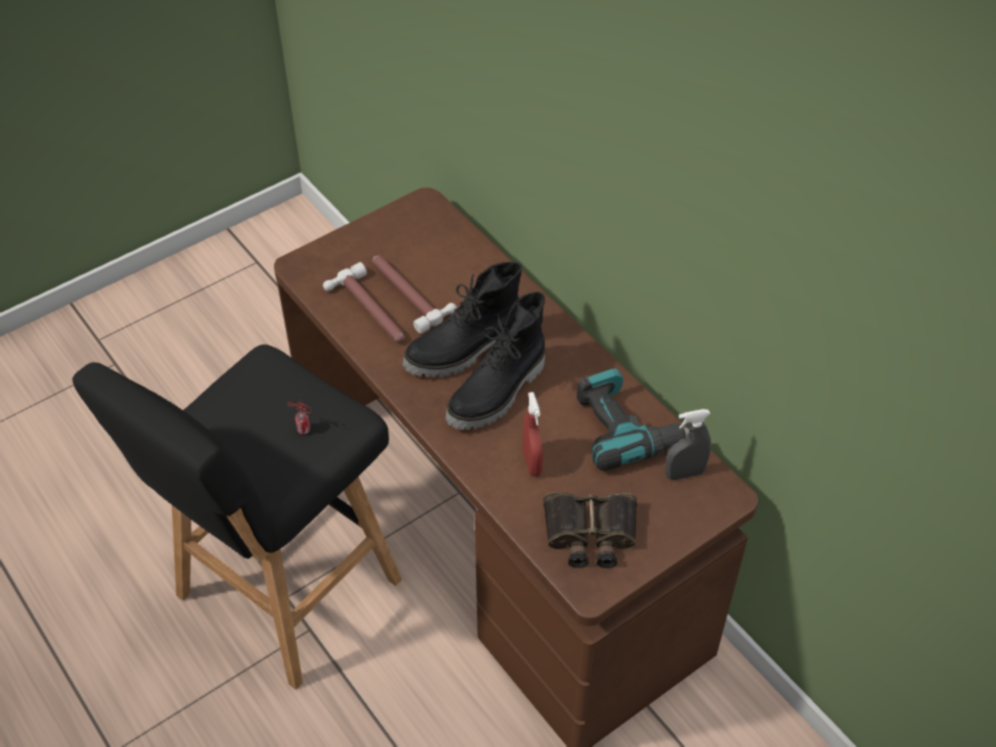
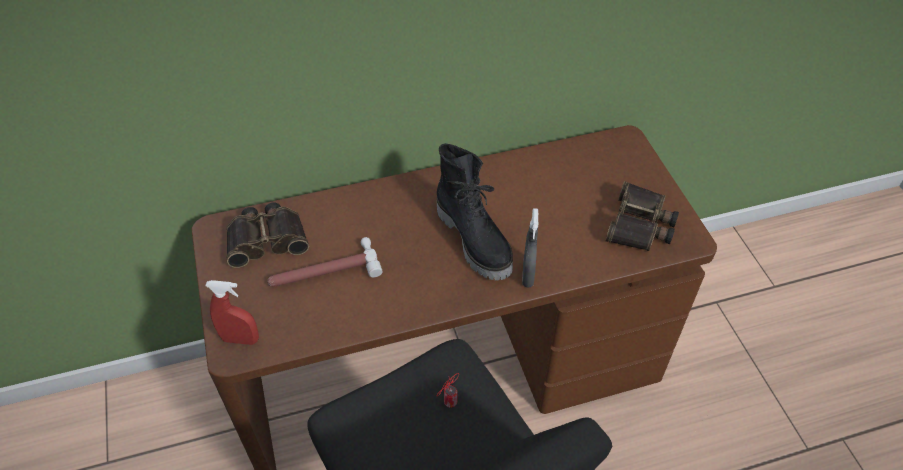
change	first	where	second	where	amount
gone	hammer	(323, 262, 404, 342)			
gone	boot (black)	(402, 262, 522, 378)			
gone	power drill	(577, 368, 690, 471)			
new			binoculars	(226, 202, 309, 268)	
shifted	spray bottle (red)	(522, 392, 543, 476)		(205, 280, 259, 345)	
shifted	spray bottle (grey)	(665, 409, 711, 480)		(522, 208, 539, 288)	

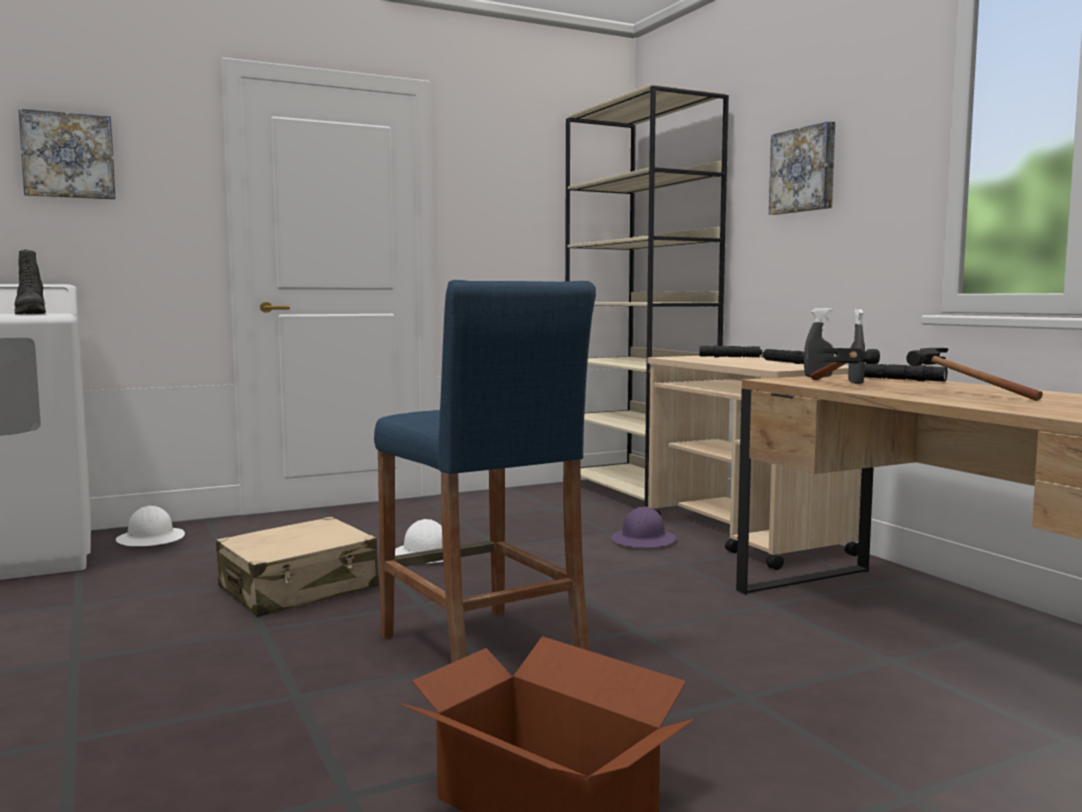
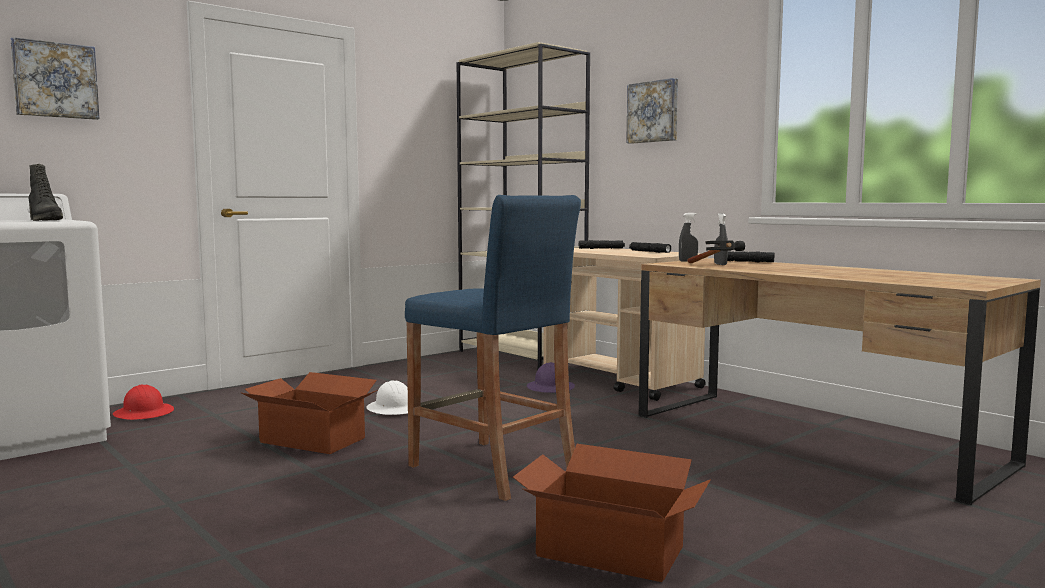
change	first	where	second	where	amount
gone	hammer	(906, 348, 1043, 401)			
swapped	suitcase (beige)	(216, 517, 379, 617)	cardboard box	(241, 372, 377, 454)	
repainted	hard hat (white)	(116, 506, 185, 546)	hard hat (red)	(113, 385, 174, 420)	

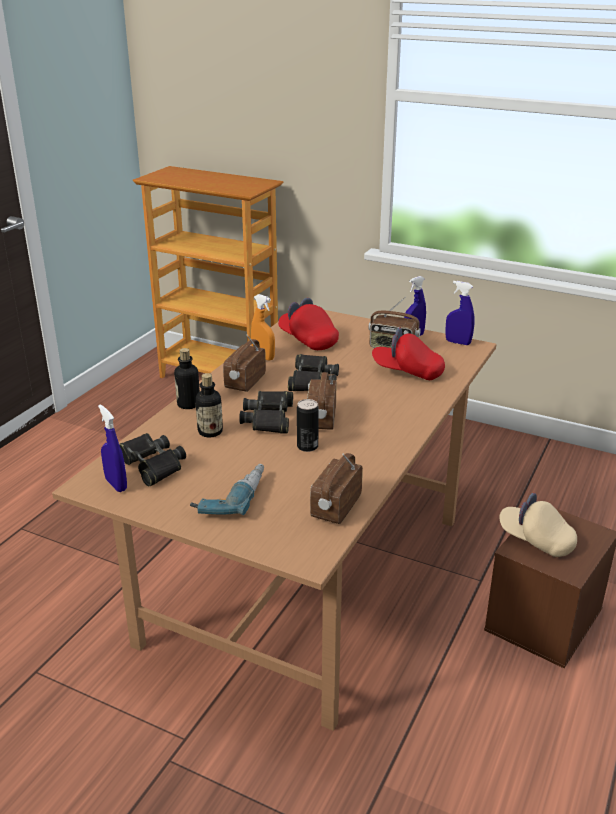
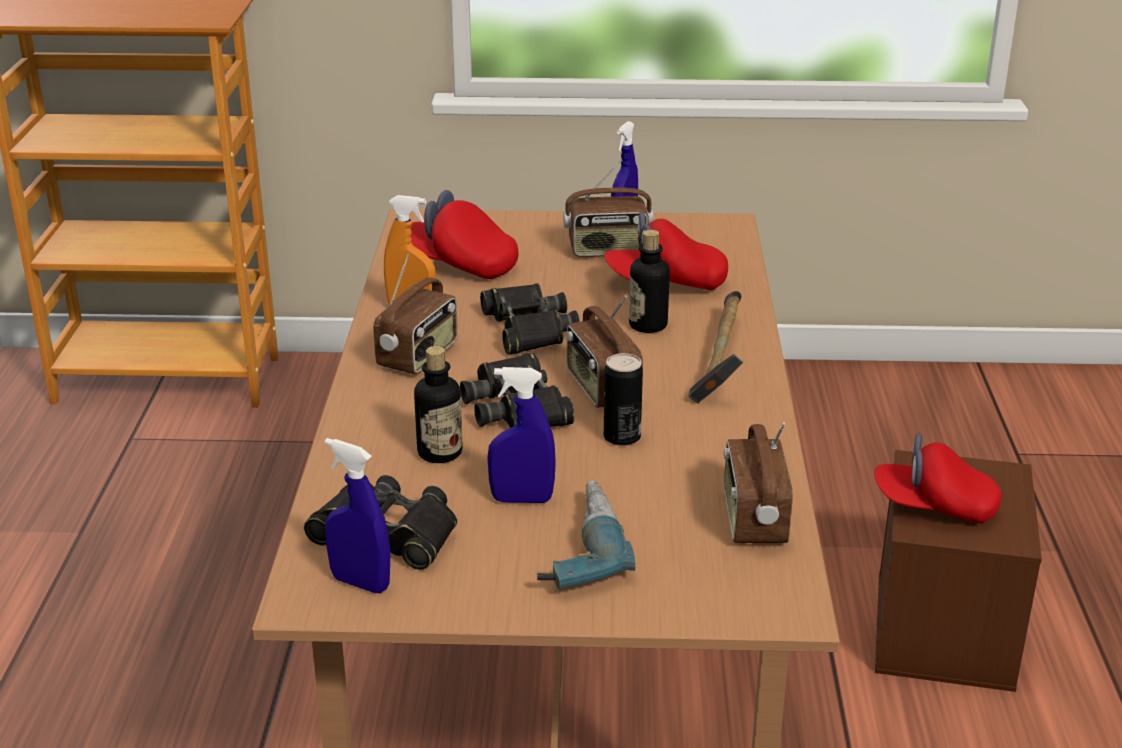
change	first	where	second	where	amount
new			hammer	(688, 291, 743, 403)	
shifted	bottle	(174, 348, 200, 409)		(629, 230, 670, 333)	
shifted	spray bottle (blue)	(445, 281, 475, 345)		(487, 367, 556, 503)	
repainted	cap (beige)	(499, 493, 577, 557)	cap (red)	(874, 433, 1002, 523)	
rotated	radio	(223, 335, 266, 392)		(373, 253, 458, 374)	150 degrees counterclockwise

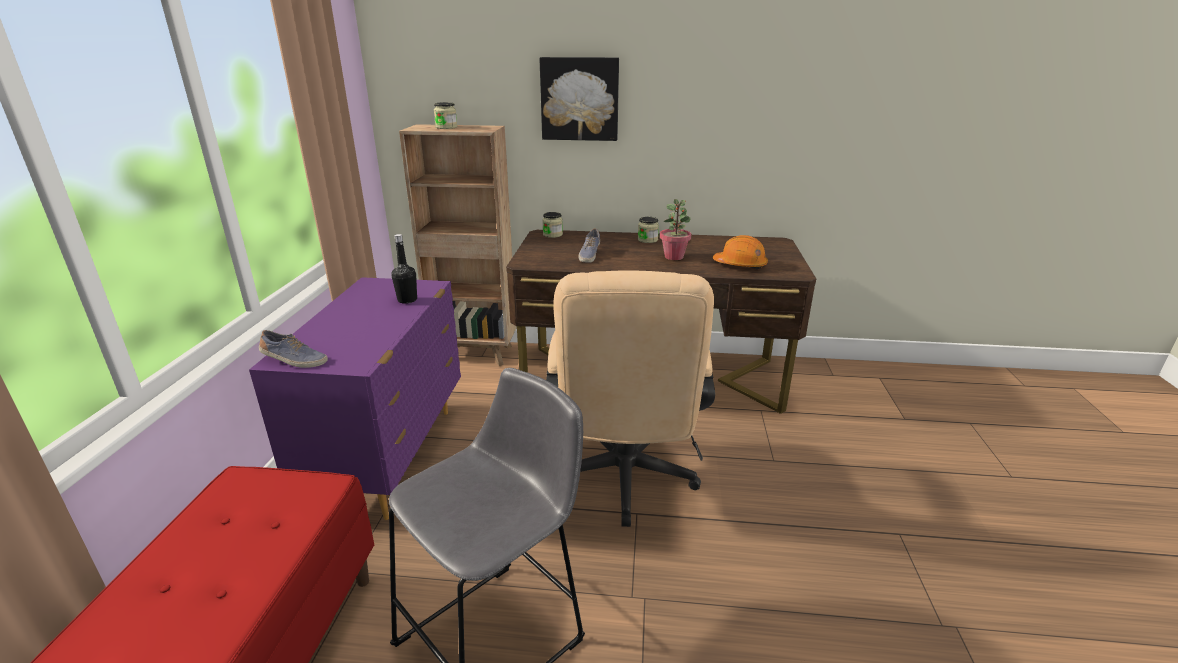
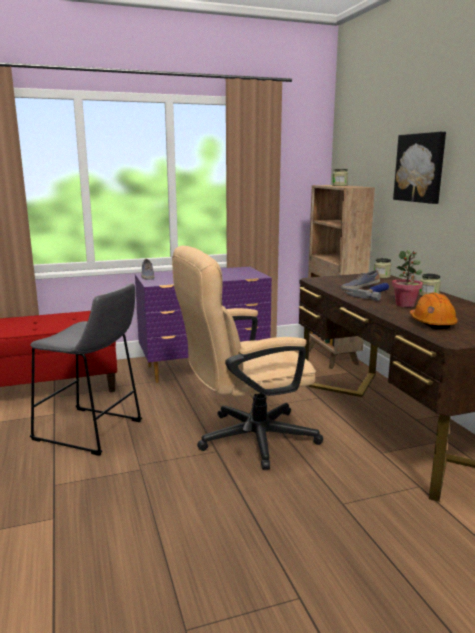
change	first	where	second	where	amount
gone	bottle (black)	(392, 234, 417, 304)			
new			hammer	(344, 283, 389, 301)	

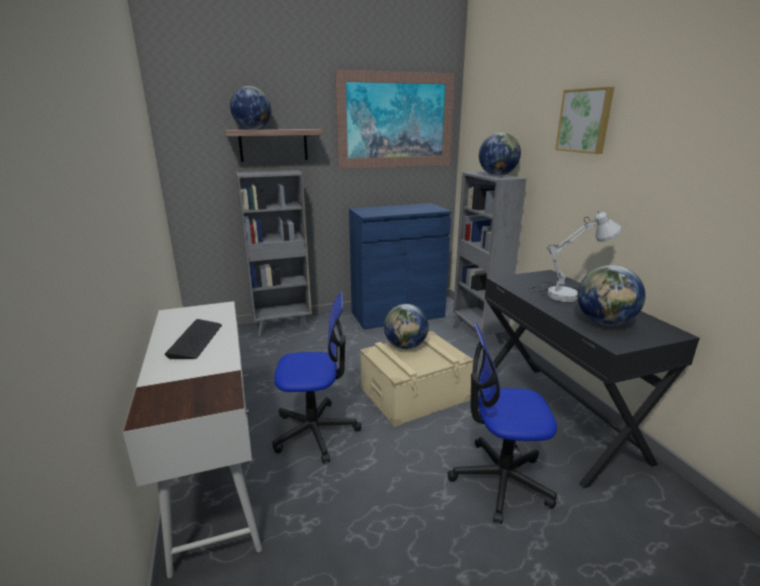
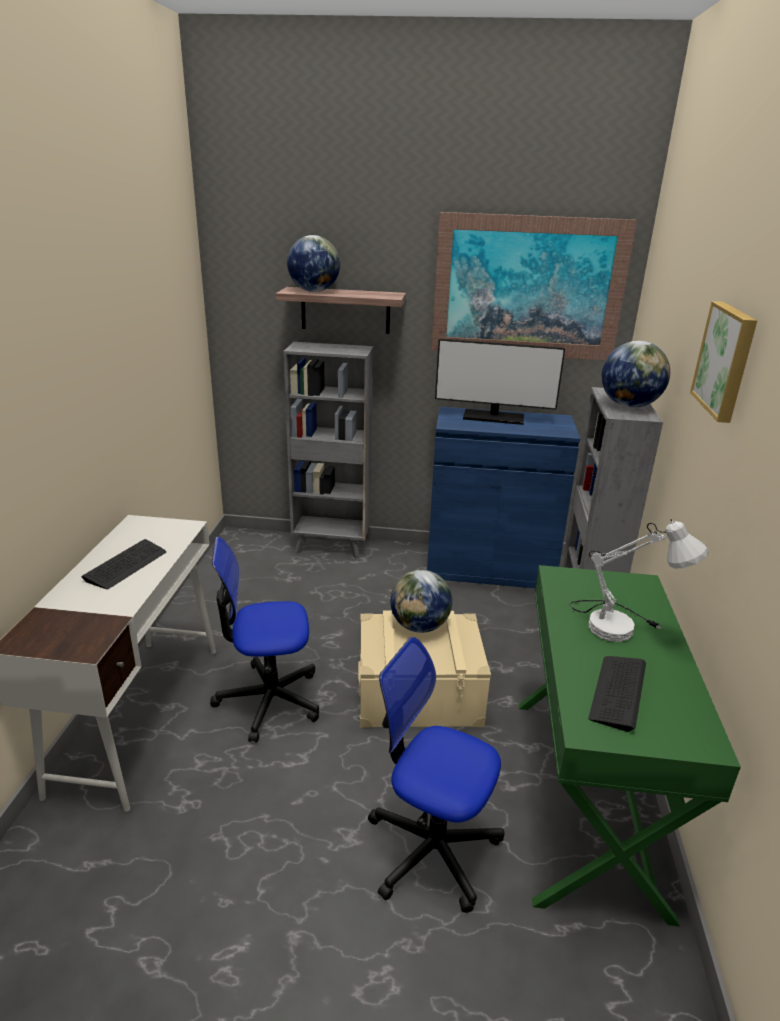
change	first	where	second	where	amount
new			monitor	(435, 339, 565, 425)	
swapped	globe	(577, 265, 645, 326)	keyboard	(588, 656, 646, 732)	
repainted	desk (black)	(485, 270, 700, 488)	desk (green)	(519, 565, 741, 927)	
rotated	office chair	(272, 292, 361, 464)		(210, 537, 319, 743)	150 degrees clockwise

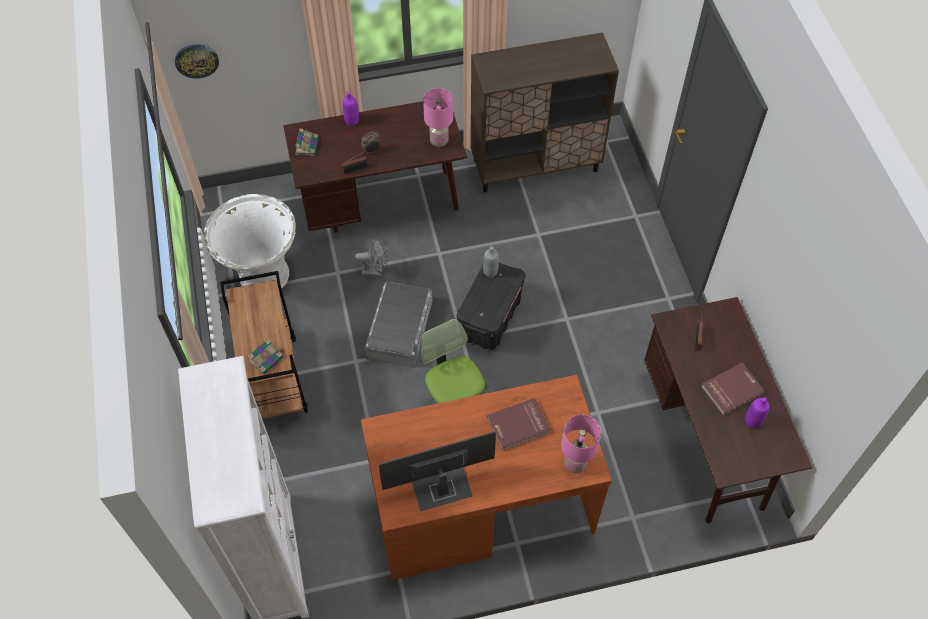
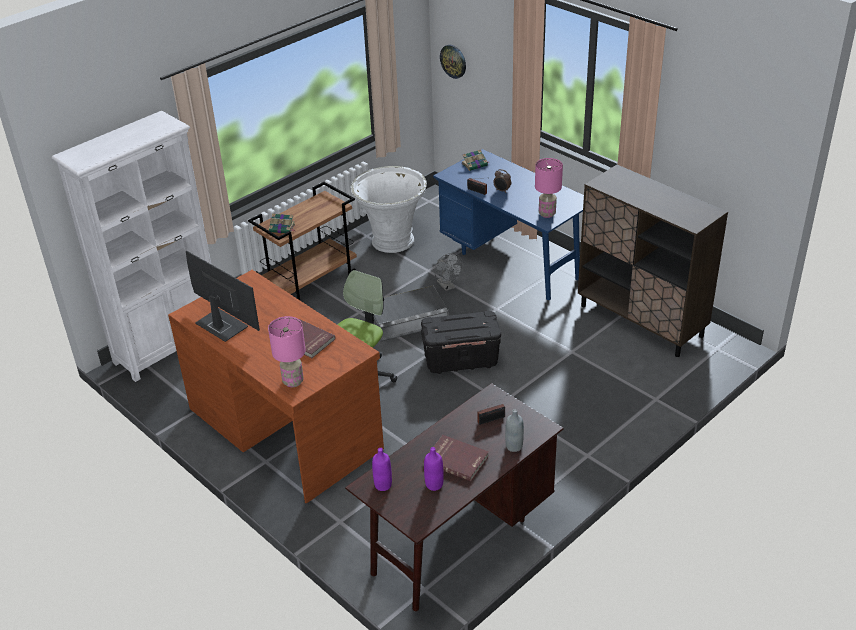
change	first	where	second	where	amount
shifted	bottle (purple)	(342, 92, 359, 126)		(372, 448, 392, 491)	
shifted	bottle (grey)	(483, 247, 499, 277)		(505, 409, 524, 452)	
repainted	desk (brown)	(283, 101, 467, 233)	desk (blue)	(433, 149, 584, 300)	

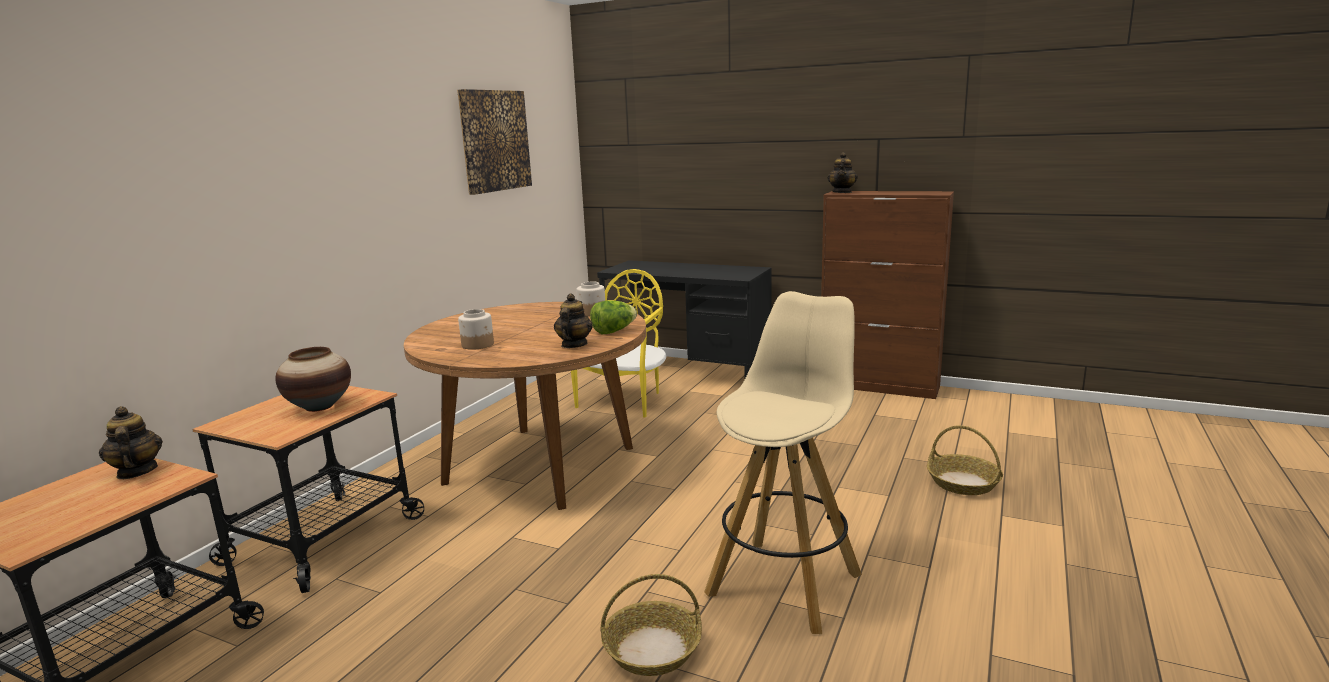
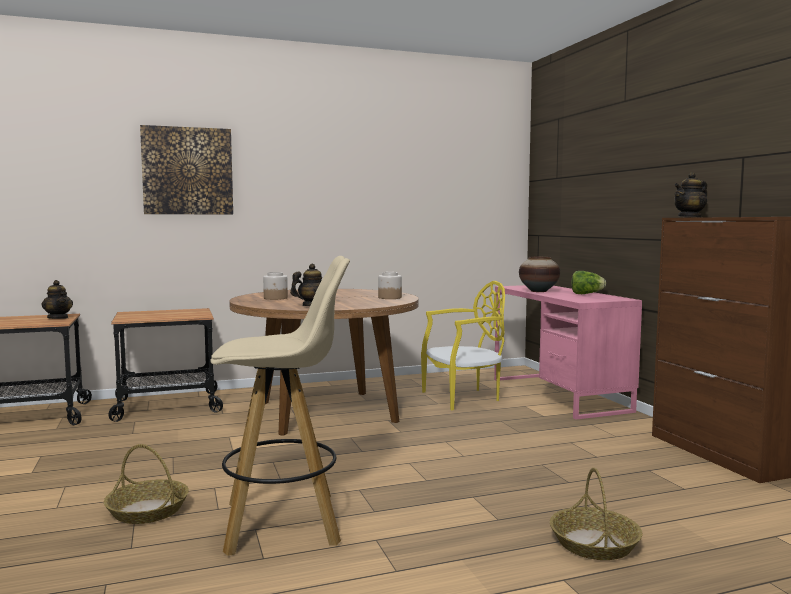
change	first	where	second	where	amount
shifted	vase	(275, 347, 351, 412)		(519, 257, 560, 292)	
shifted	picture	(457, 89, 532, 195)		(140, 125, 233, 215)	
shifted	lettuce	(590, 300, 637, 334)		(571, 271, 606, 294)	
repainted	desk (black)	(597, 260, 772, 378)	desk (pink)	(494, 285, 642, 420)	
rotated	teapot	(99, 406, 163, 479)		(41, 280, 73, 319)	120 degrees clockwise

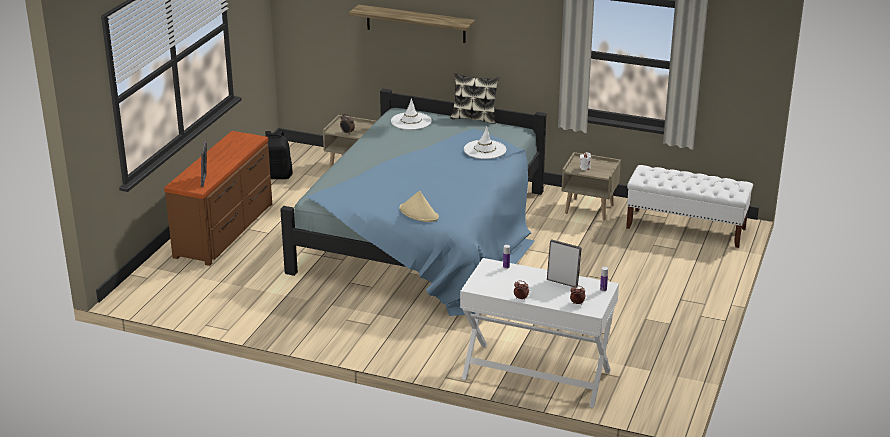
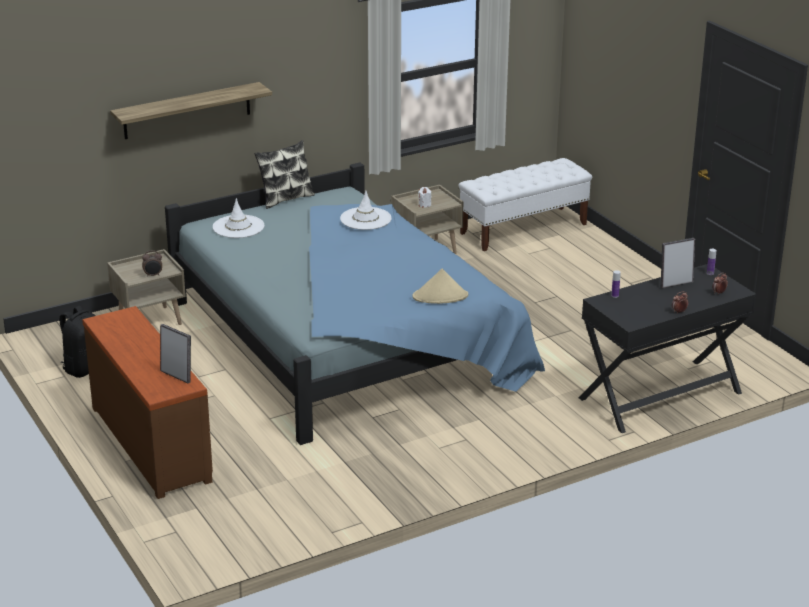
change	first	where	second	where	amount
repainted	desk (white)	(460, 258, 619, 408)	desk (black)	(579, 264, 756, 433)	

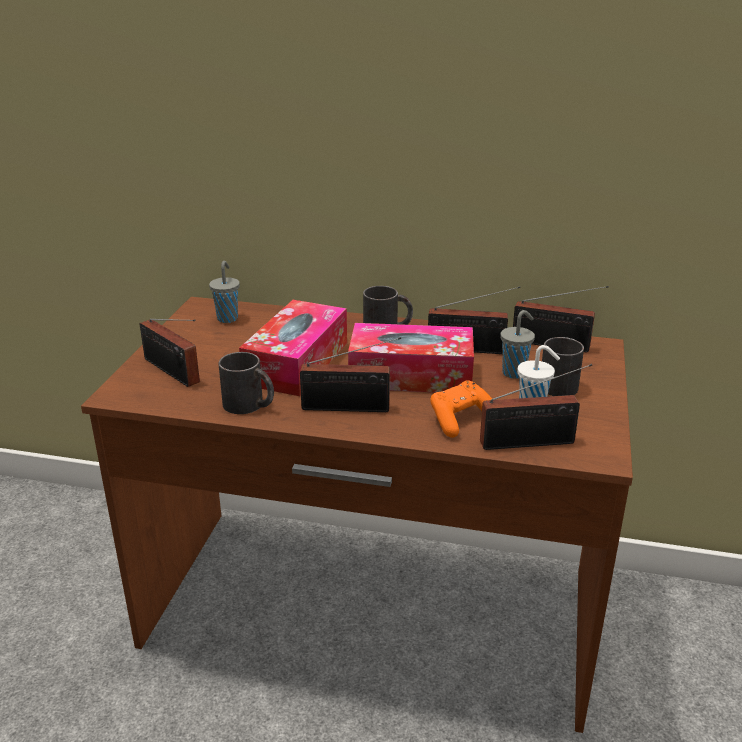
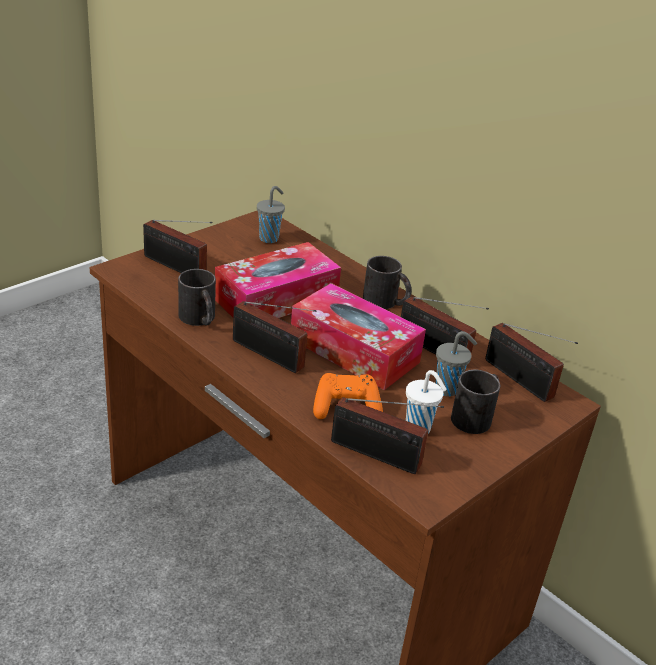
change	first	where	second	where	amount
rotated	radio	(140, 319, 200, 387)		(143, 220, 213, 273)	45 degrees counterclockwise

